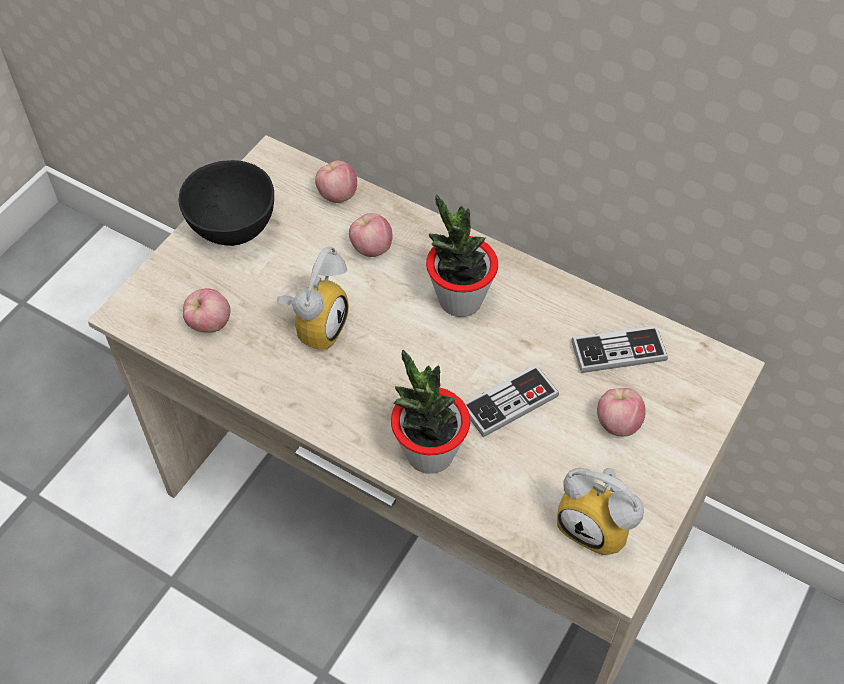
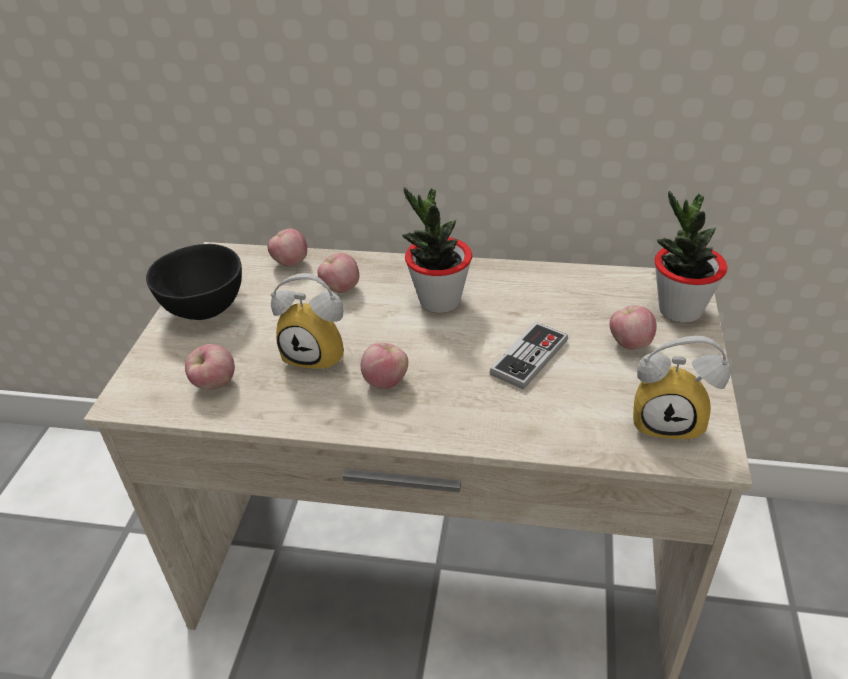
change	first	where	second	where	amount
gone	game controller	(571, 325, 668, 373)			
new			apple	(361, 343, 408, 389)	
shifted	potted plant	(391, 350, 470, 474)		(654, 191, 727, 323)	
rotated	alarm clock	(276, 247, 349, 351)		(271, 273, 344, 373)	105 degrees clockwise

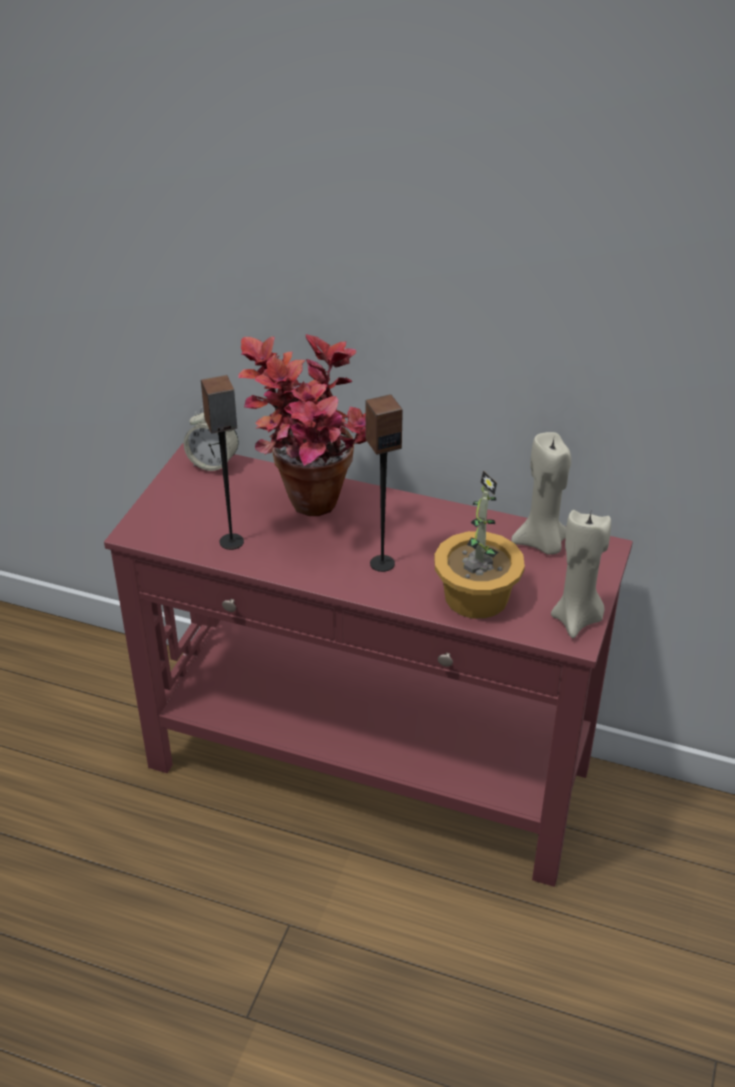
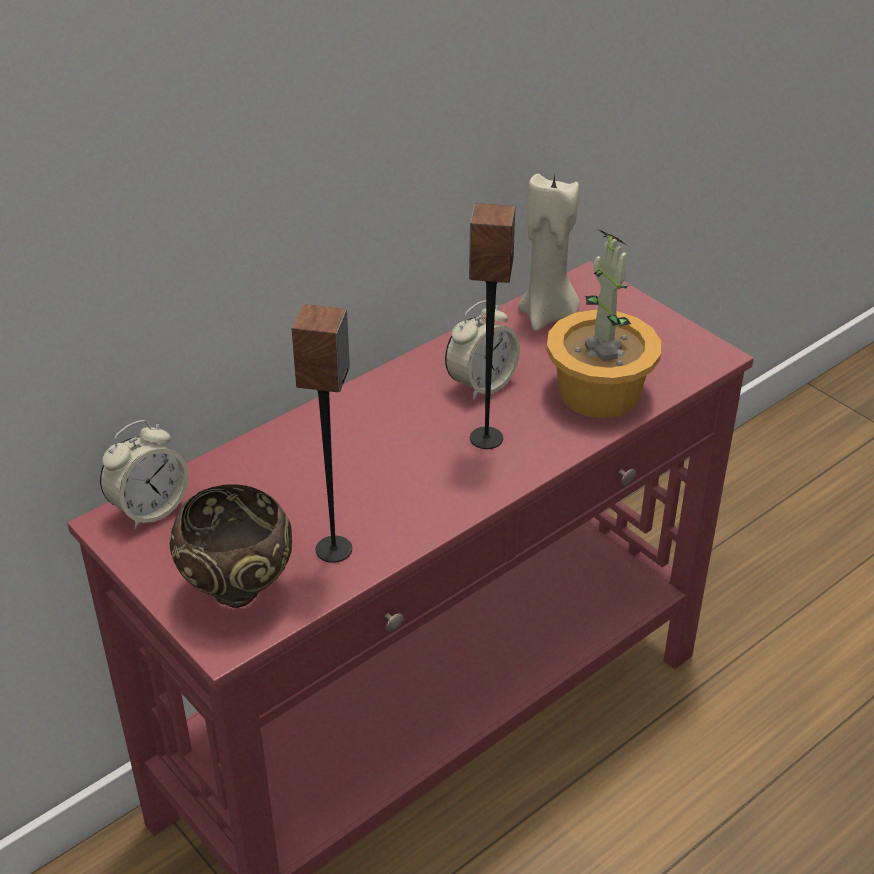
change	first	where	second	where	amount
gone	potted plant	(238, 334, 366, 516)			
gone	candle (beige)	(551, 510, 611, 638)			
new			bowl (brown)	(169, 484, 292, 608)	
new			alarm clock	(445, 300, 520, 400)	

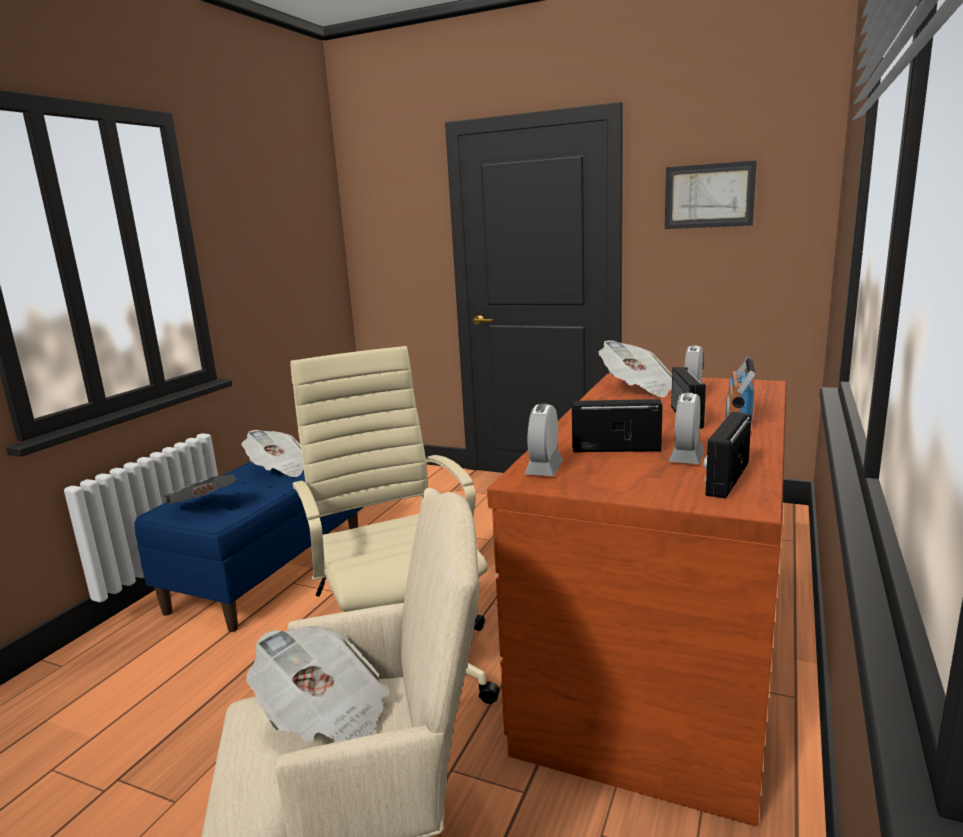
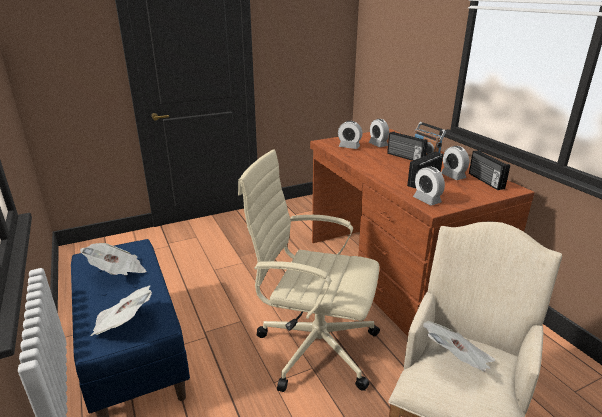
change	first	where	second	where	amount
gone	picture	(665, 161, 757, 229)			
swapped	newspaper	(599, 340, 672, 397)	alarm clock	(338, 121, 362, 149)	

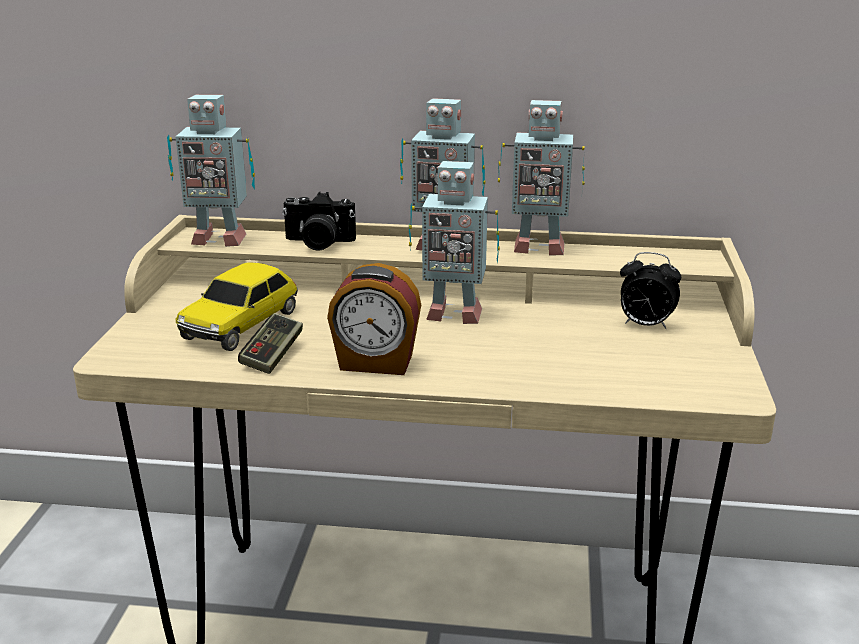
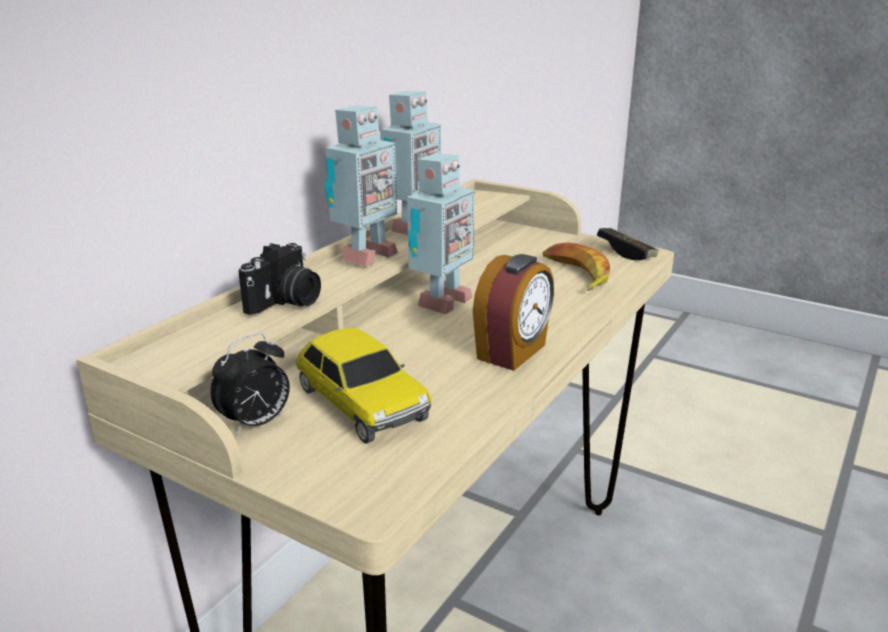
change	first	where	second	where	amount
gone	toy robot	(167, 95, 255, 247)			
new			banana	(543, 242, 610, 291)	
shifted	game controller	(238, 313, 303, 374)		(597, 228, 659, 260)	
shifted	alarm clock	(620, 252, 681, 329)		(210, 333, 290, 435)	

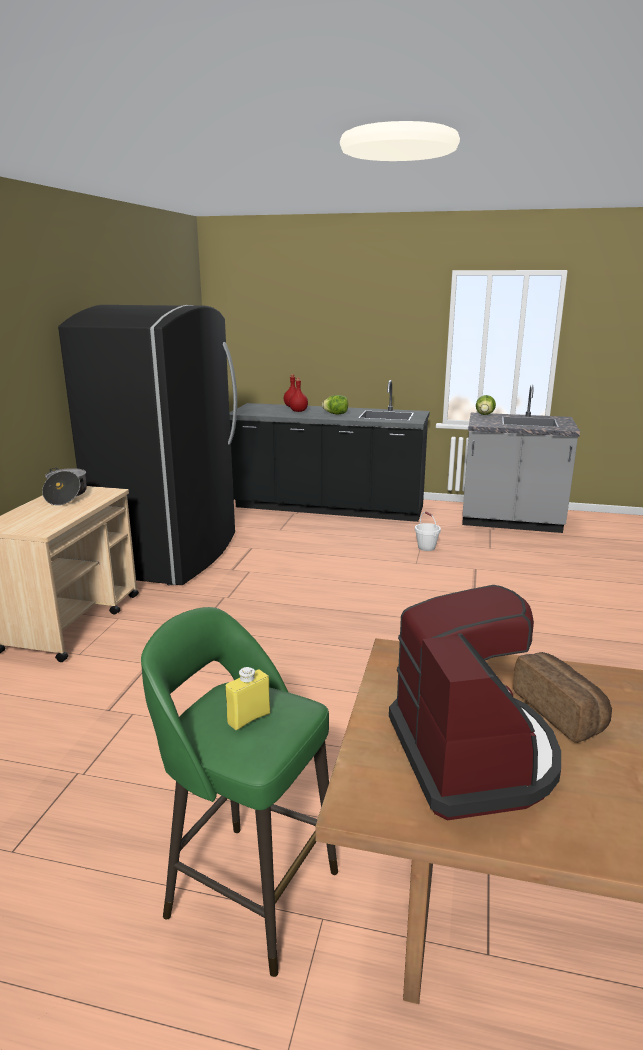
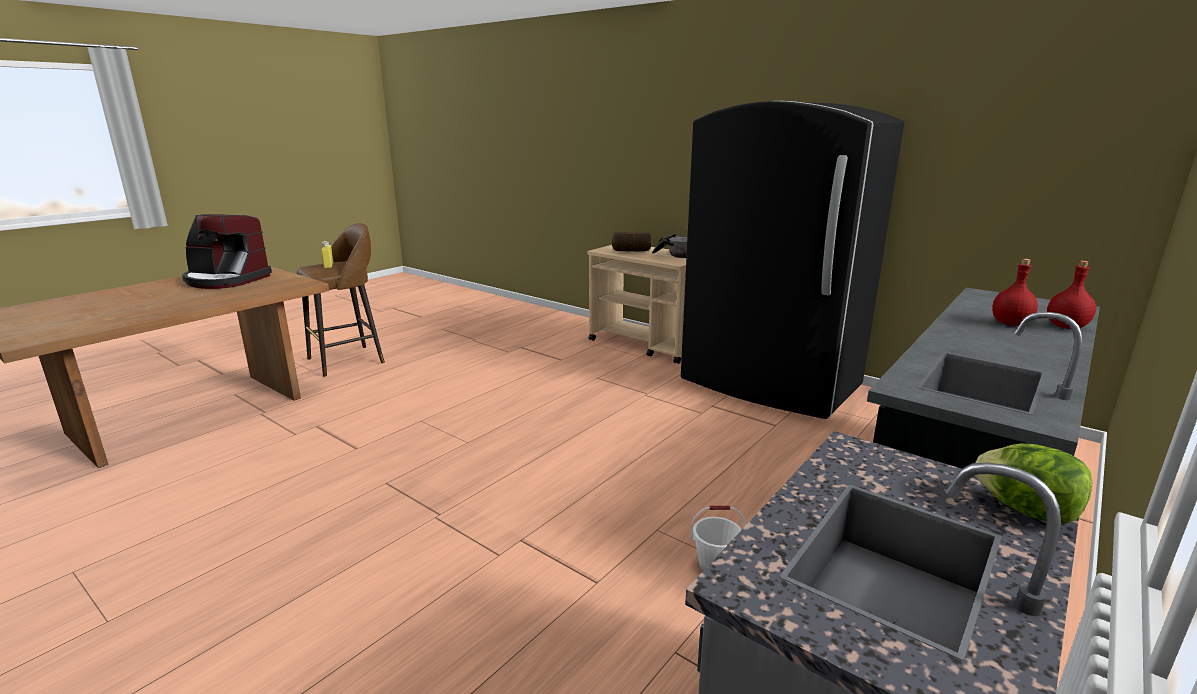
change	first	where	second	where	amount
gone	lettuce	(322, 395, 348, 414)			
shifted	bread	(513, 652, 612, 743)		(612, 232, 652, 251)	
repainted	stool (green)	(141, 607, 338, 977)	stool (brown)	(297, 223, 385, 377)	

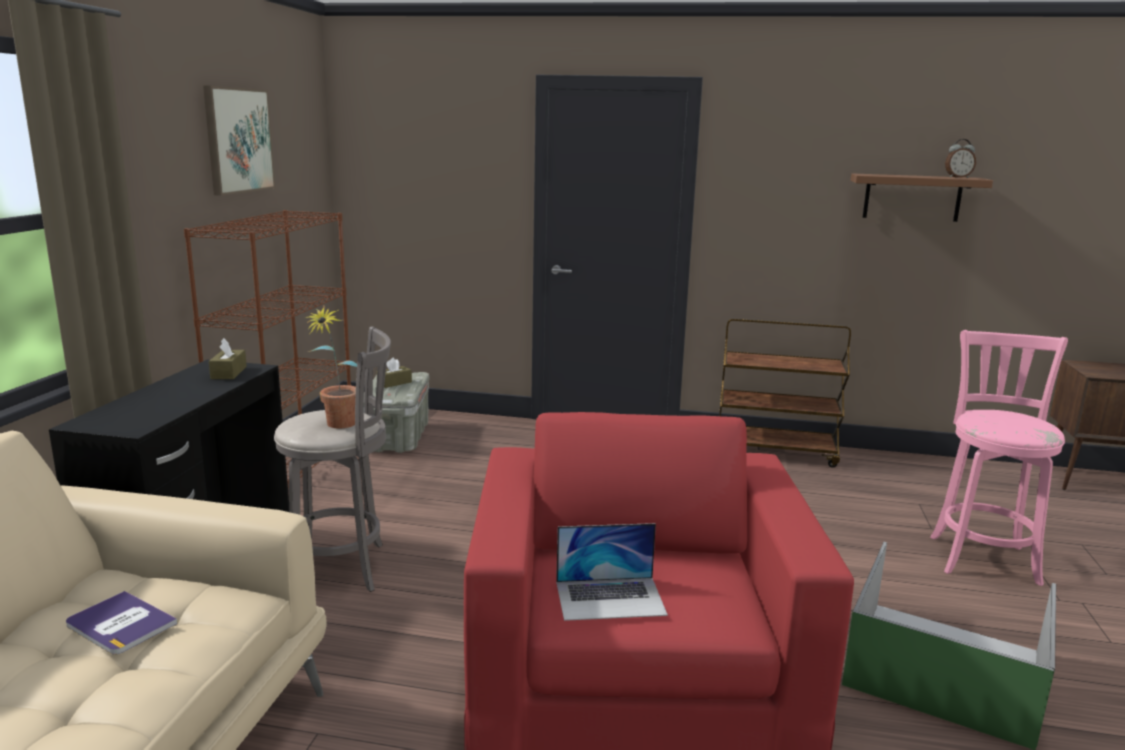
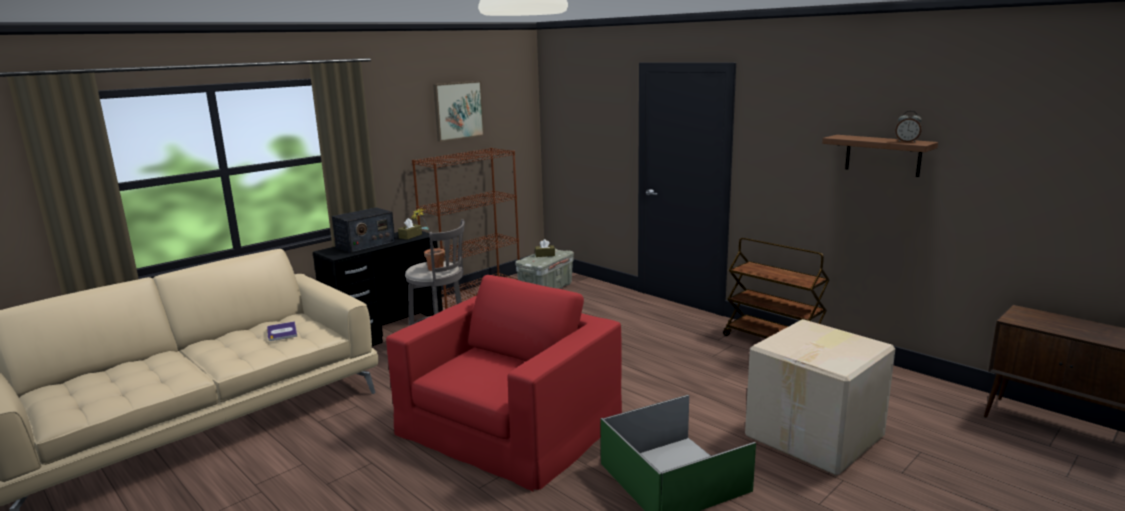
change	first	where	second	where	amount
gone	laptop	(556, 523, 668, 621)			
new			radio	(332, 207, 395, 253)	
swapped	stool (pink)	(930, 330, 1068, 586)	cardboard box	(745, 319, 895, 476)	

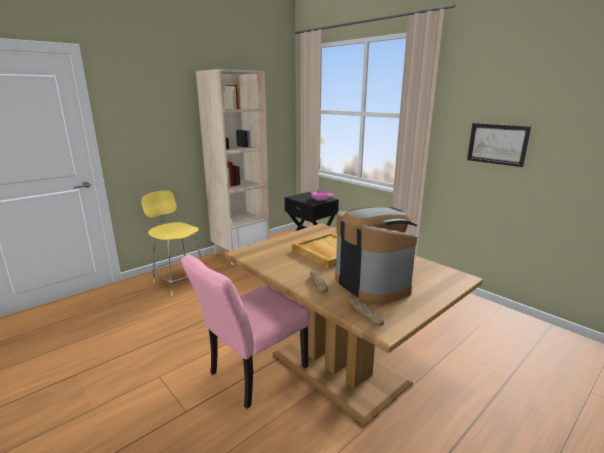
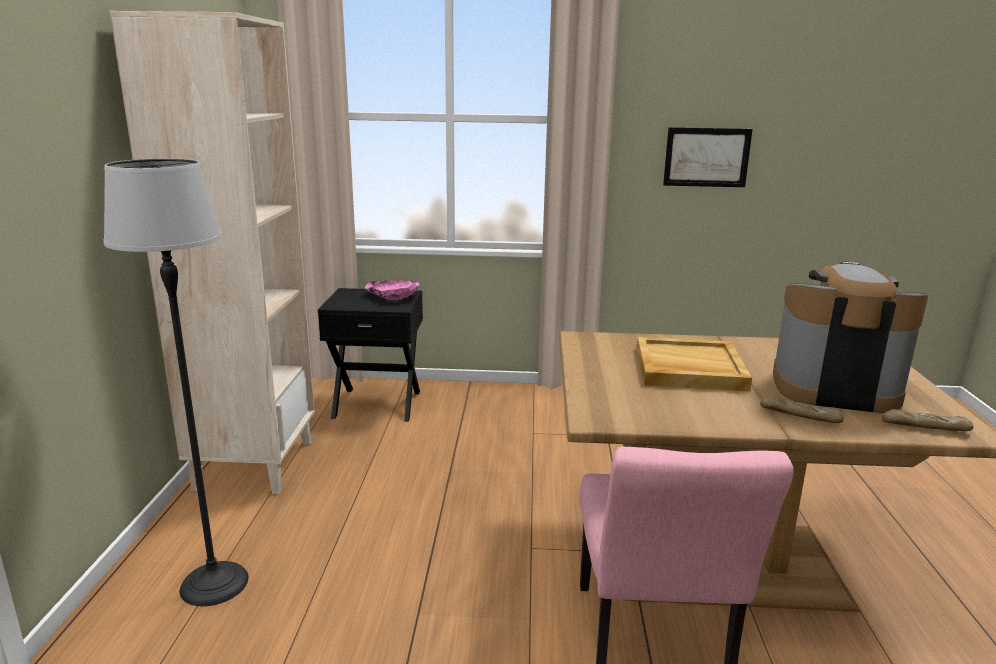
change	first	where	second	where	amount
swapped	stool (yellow)	(141, 191, 202, 296)	floor lamp	(104, 158, 249, 606)	

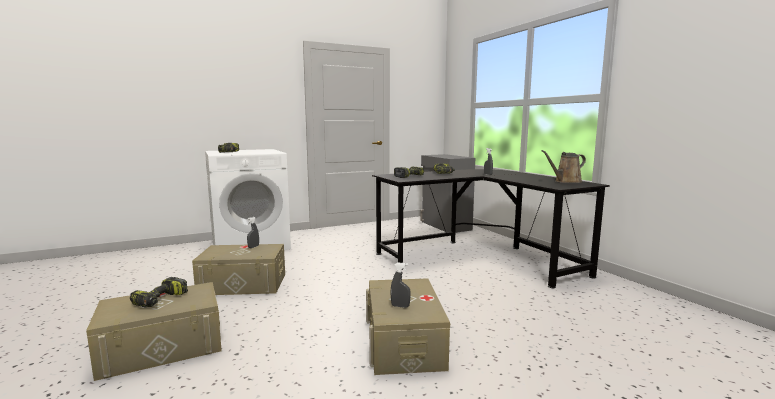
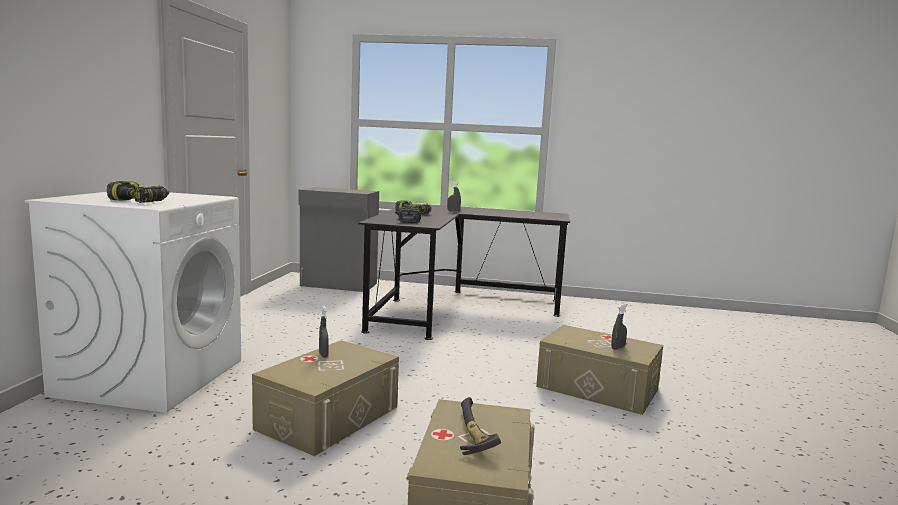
change	first	where	second	where	amount
gone	watering can (brown)	(541, 150, 586, 183)			
swapped	power drill	(130, 277, 188, 308)	hammer	(460, 397, 501, 455)	

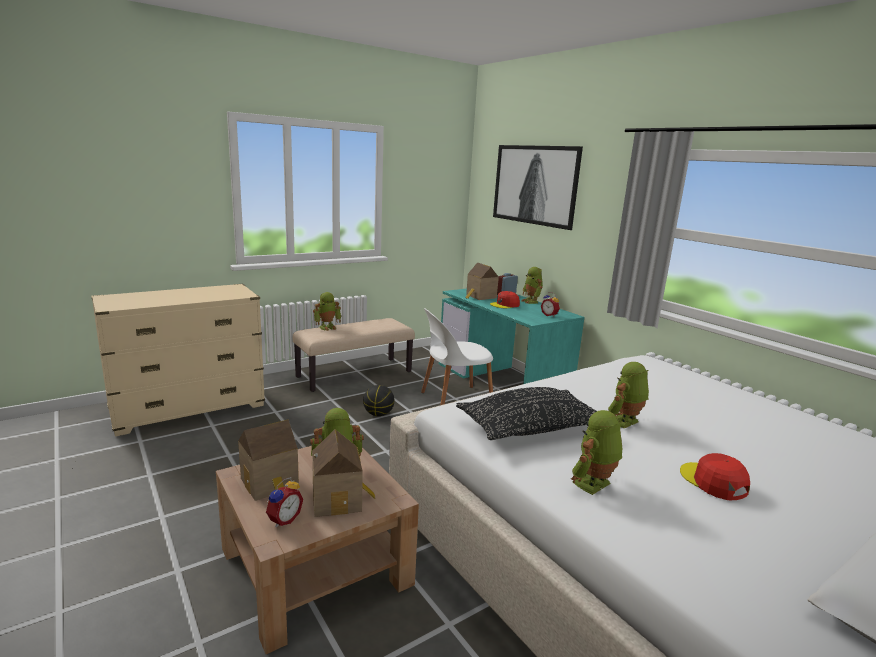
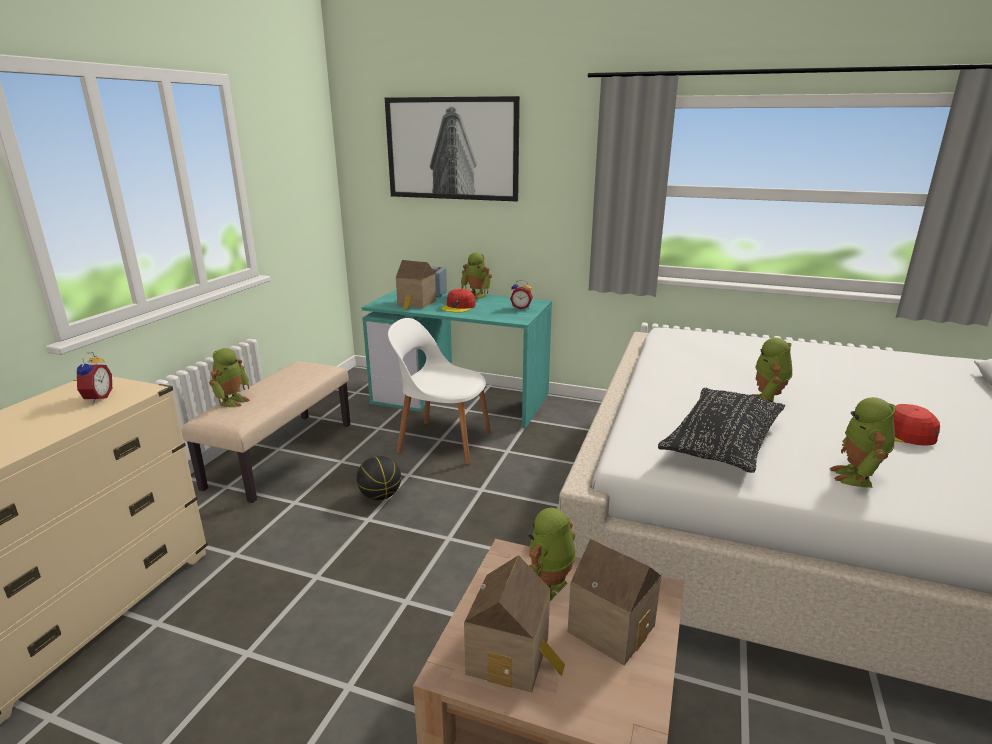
change	first	where	second	where	amount
shifted	alarm clock	(266, 477, 303, 527)		(73, 352, 112, 404)	
rotated	chair (white)	(421, 308, 493, 405)		(388, 318, 491, 465)	75 degrees clockwise

